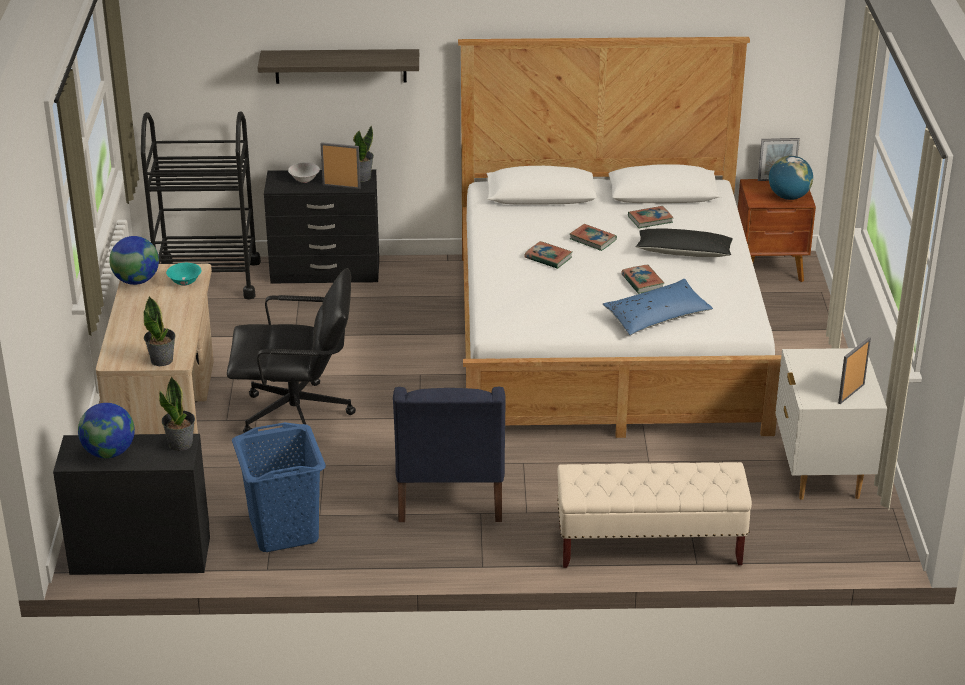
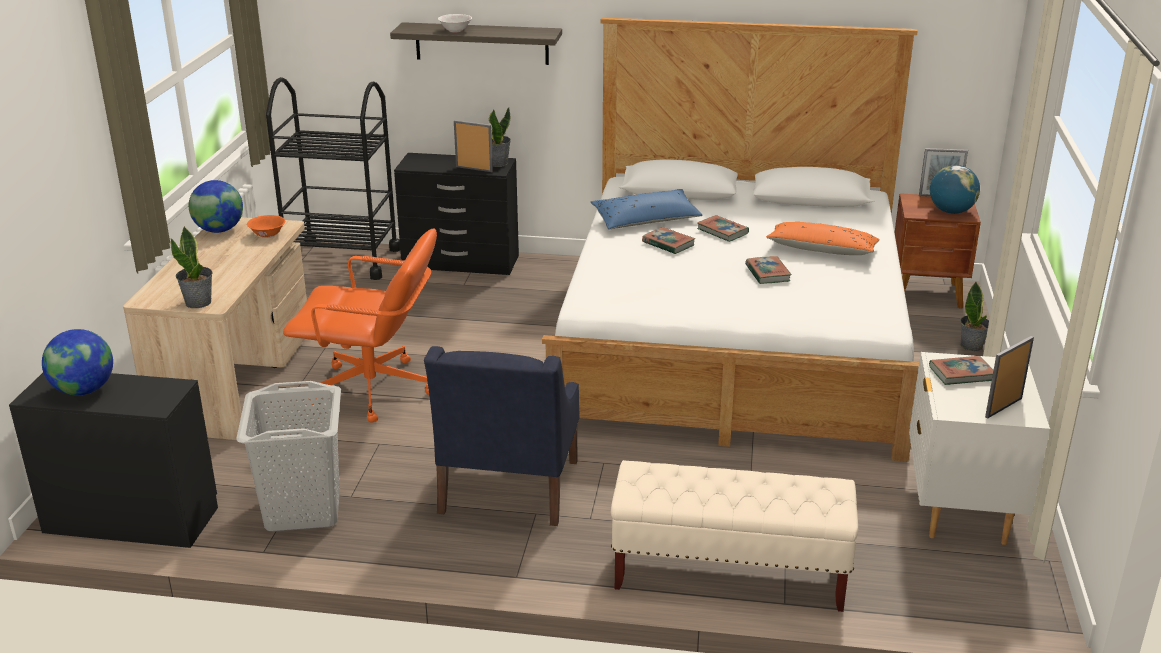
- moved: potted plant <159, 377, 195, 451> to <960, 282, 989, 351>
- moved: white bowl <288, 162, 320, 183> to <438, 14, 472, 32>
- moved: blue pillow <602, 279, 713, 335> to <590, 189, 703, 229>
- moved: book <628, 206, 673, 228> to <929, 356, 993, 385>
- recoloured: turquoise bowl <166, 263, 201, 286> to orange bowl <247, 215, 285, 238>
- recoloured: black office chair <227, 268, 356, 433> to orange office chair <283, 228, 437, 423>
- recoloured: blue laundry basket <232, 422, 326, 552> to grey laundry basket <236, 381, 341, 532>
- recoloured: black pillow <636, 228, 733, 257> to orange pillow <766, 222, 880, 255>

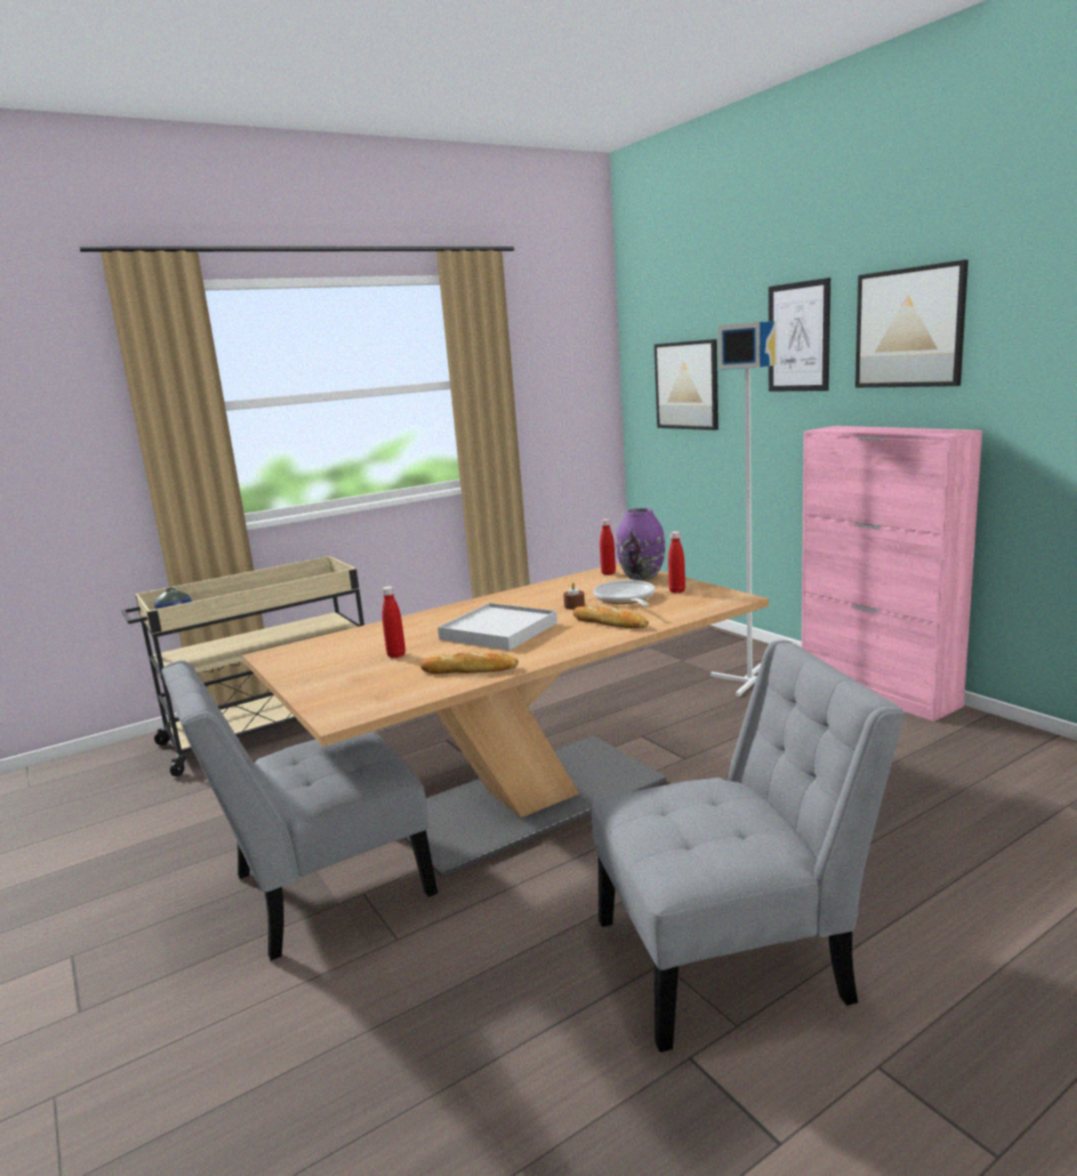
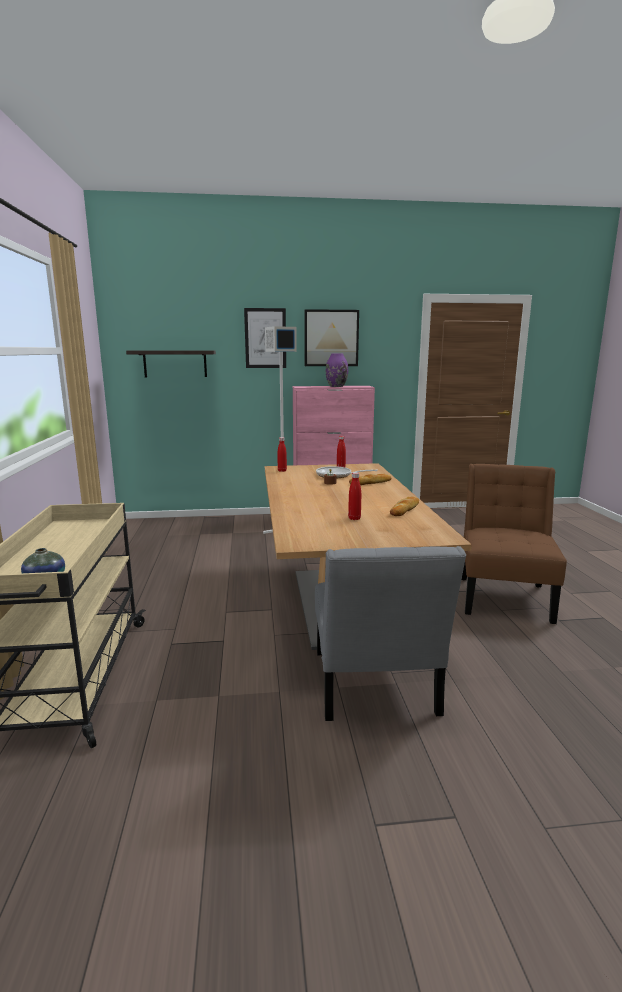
- removed: white tray <438, 603, 557, 651>
- moved: purple vase <616, 508, 665, 581> to <326, 354, 348, 387>
- replaced: picture <654, 339, 718, 430> to shelf <126, 351, 216, 377>
- recoloured: grey chair <592, 640, 905, 1052> to brown chair <462, 464, 567, 624>

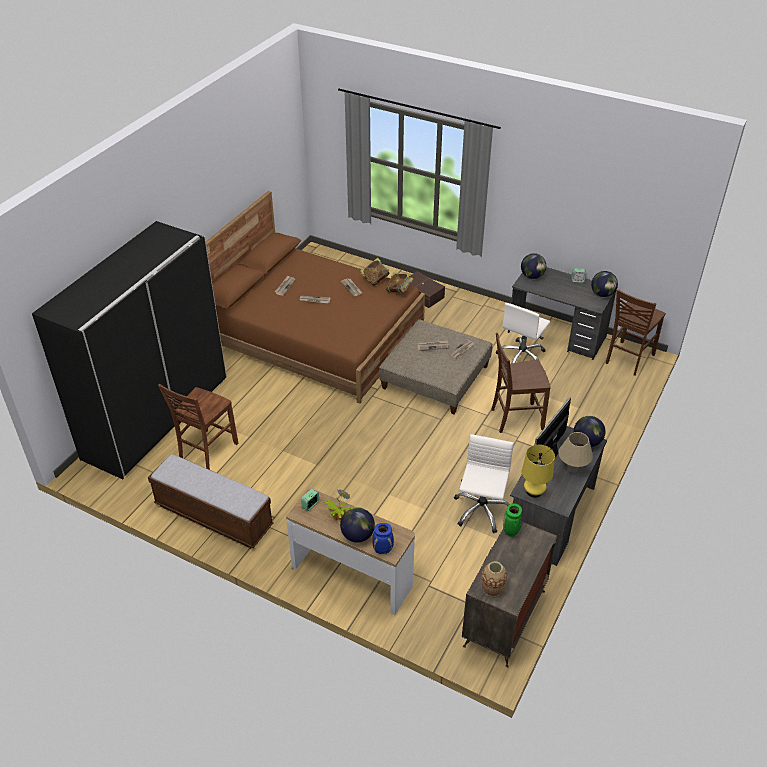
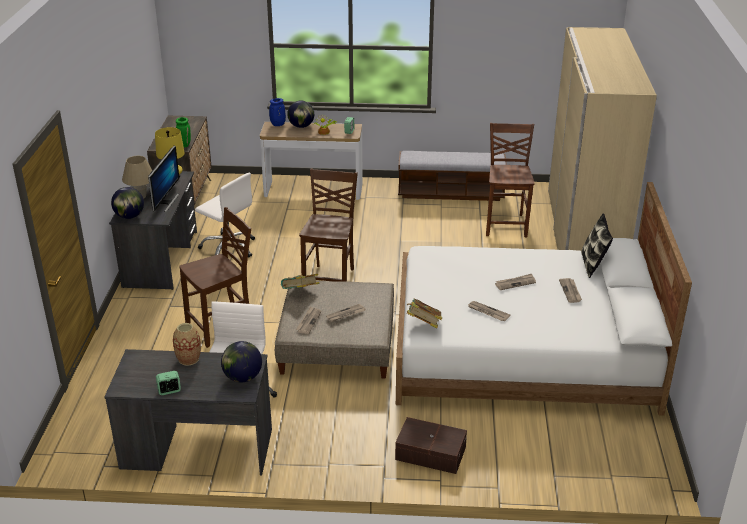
- removed: globe <591, 271, 618, 297>
- added: pillow <581, 214, 613, 278>
- moved: book <360, 258, 390, 286> to <281, 274, 320, 289>
- moved: vase <482, 561, 507, 597> to <173, 323, 201, 366>
- moved: brown chair <606, 289, 666, 376> to <299, 169, 358, 282>
- recoloured: black wardrobe <32, 221, 227, 479> to beige wardrobe <548, 27, 657, 251>
- recoloured: brown bed <206, 191, 425, 404> to white bed <396, 182, 692, 416>
- turned: white office chair <454, 434, 514, 533> = <195, 173, 255, 257> 45 degrees counterclockwise

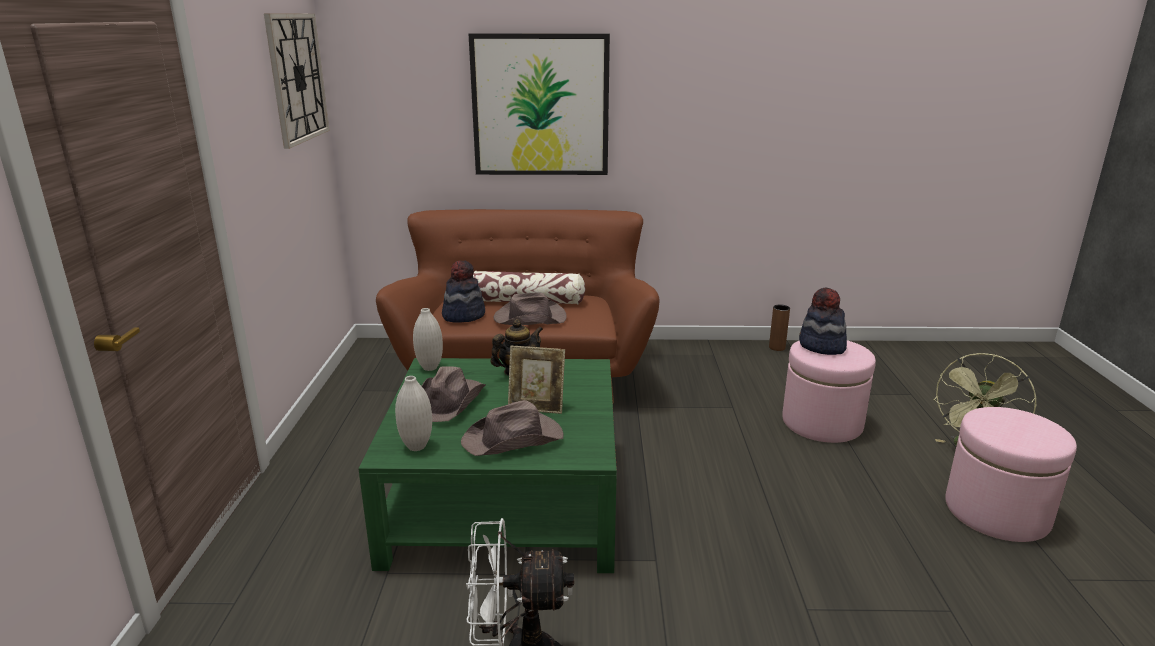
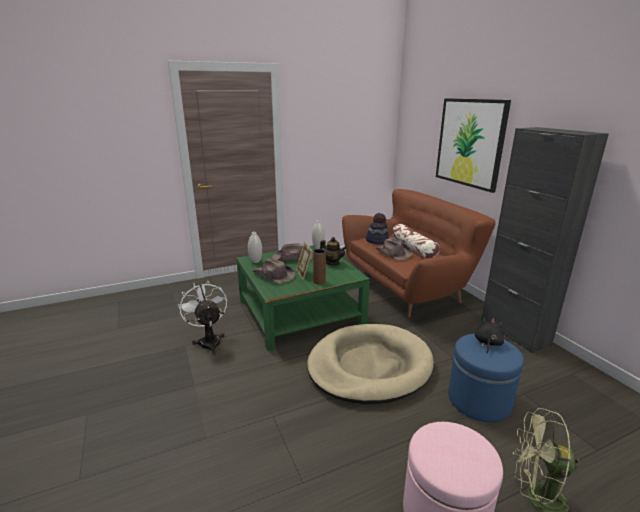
- removed: wall clock <264, 14, 330, 149>
- added: beige dog bed <307, 324, 434, 404>
- added: black cabinet <481, 127, 609, 353>
- moved: brown vase <769, 304, 790, 351> to <313, 249, 326, 285>
- replaced: hat <799, 288, 847, 355> to black plush toy <475, 317, 505, 353>
- recoloured: pink ottoman <782, 340, 876, 443> to blue ottoman <448, 334, 524, 422>

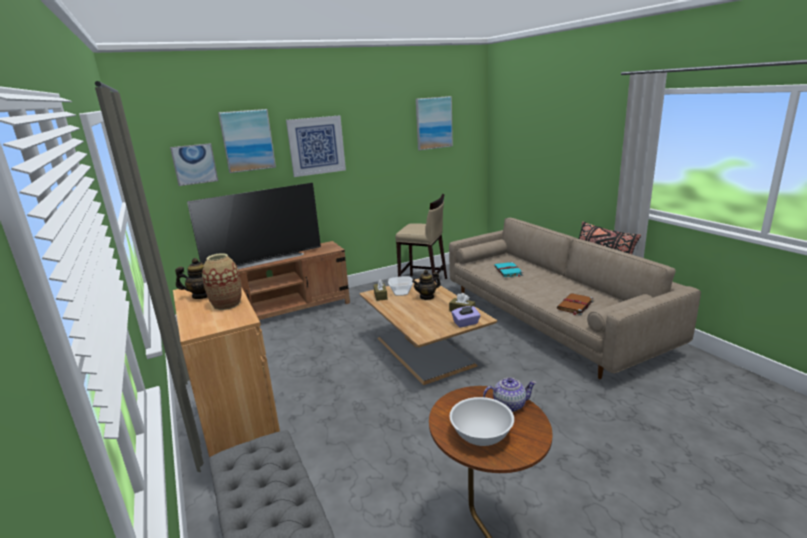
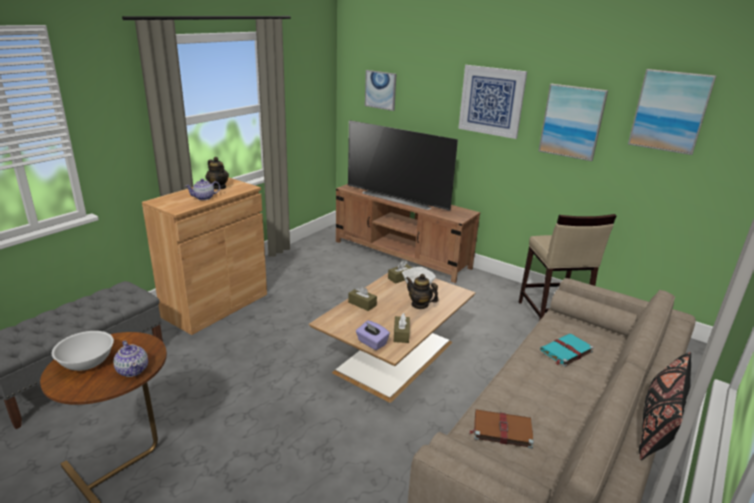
- added: brown tissue box <348, 285, 377, 311>
- moved: picture <218, 109, 276, 173> to <539, 84, 608, 161>
- replaced: vase <202, 253, 242, 310> to teapot <185, 179, 220, 200>

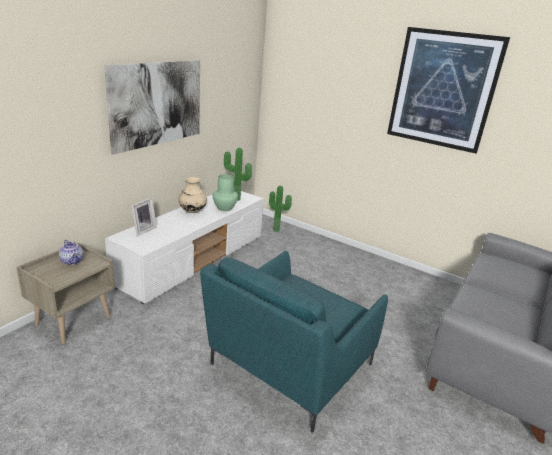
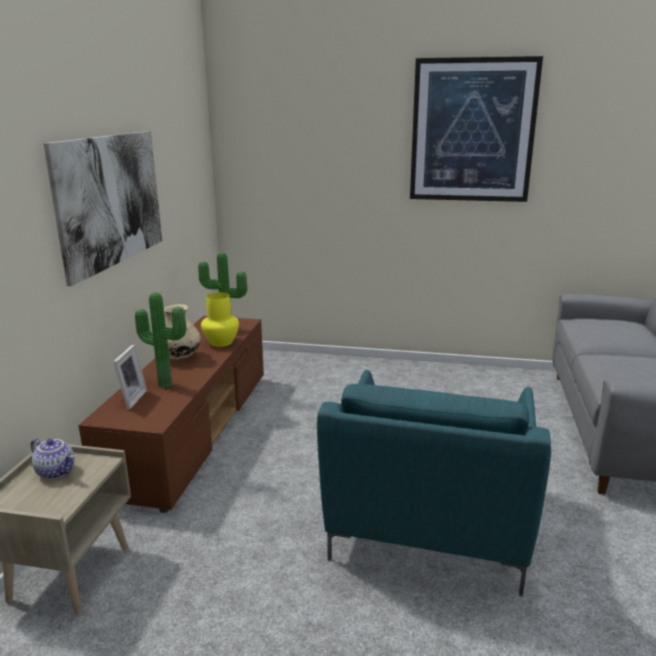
- moved: potted plant <269, 186, 292, 232> to <135, 292, 186, 388>
- recoloured: white tv stand <105, 189, 264, 304> to brown tv stand <78, 316, 264, 513>
- recoloured: green vase <213, 174, 238, 211> to yellow vase <201, 292, 239, 347>

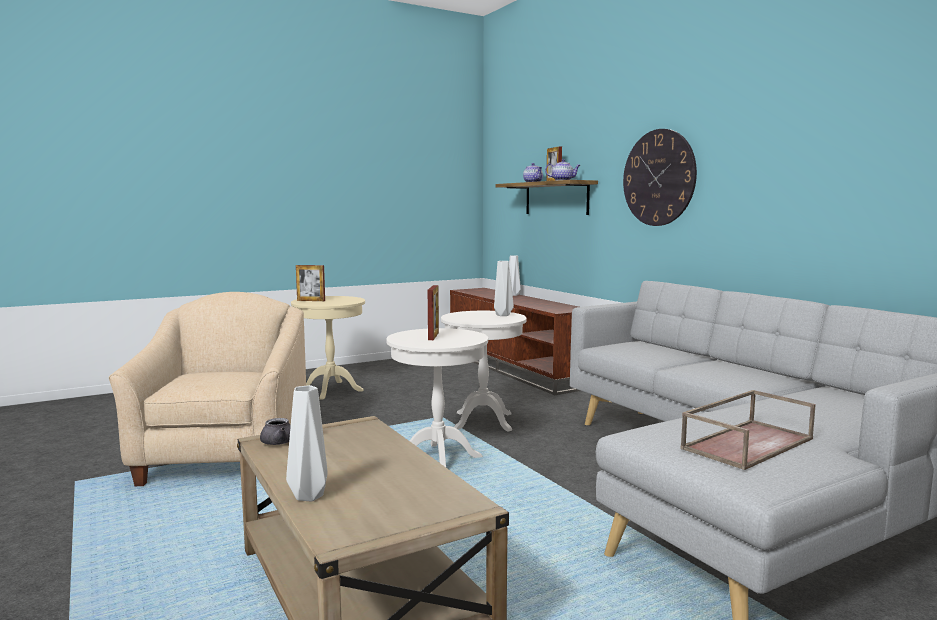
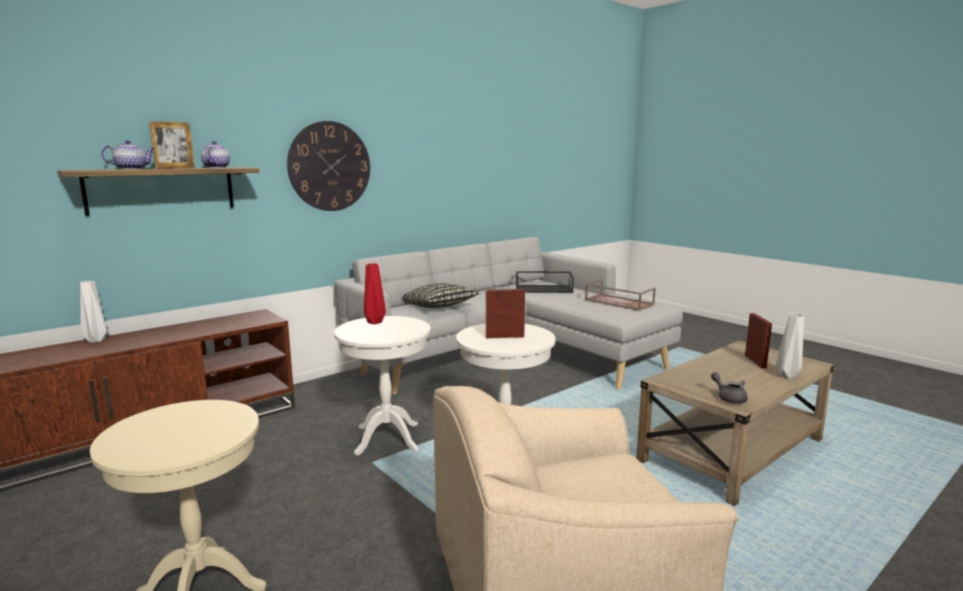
- added: pillow <401, 283, 480, 308>
- added: black tray <516, 271, 574, 293>
- moved: picture frame <296, 265, 325, 301> to <745, 313, 772, 368>
- recoloured: grey vase <494, 261, 514, 316> to red vase <364, 264, 386, 324>

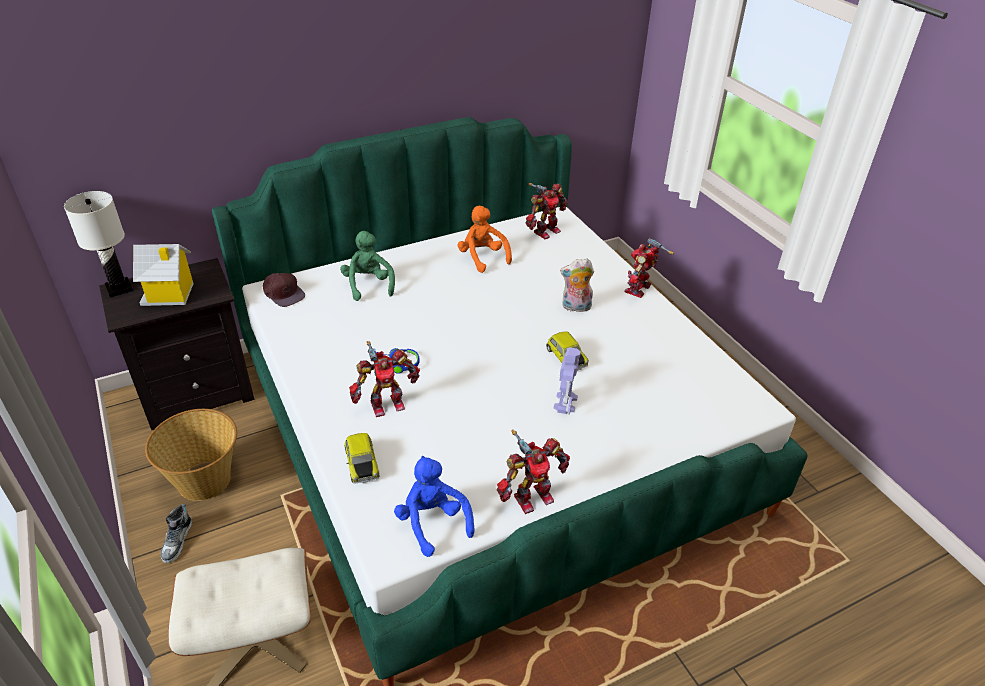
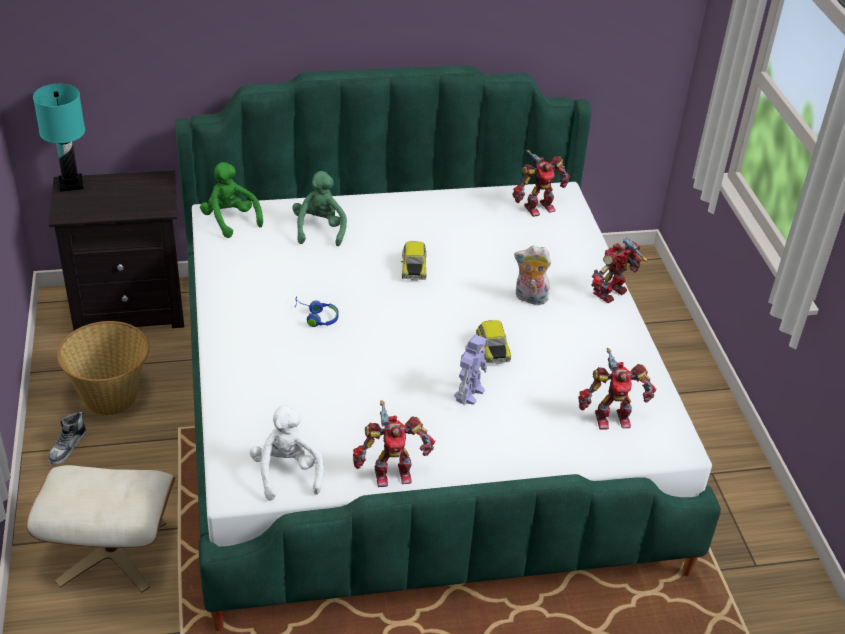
- removed: toy house <133, 244, 194, 306>
- removed: orange plush toy <457, 206, 512, 273>
- moved: toy car <344, 433, 380, 484> to <401, 241, 427, 281>
- moved: toy robot <349, 341, 420, 417> to <578, 348, 656, 429>
- replaced: brown cap <263, 273, 305, 307> to green plush toy <200, 162, 263, 238>
- recoloured: white table lamp <64, 191, 133, 297> to turquoise table lamp <33, 84, 85, 192>
- recoloured: blue plush toy <394, 456, 475, 557> to white plush toy <250, 404, 324, 501>

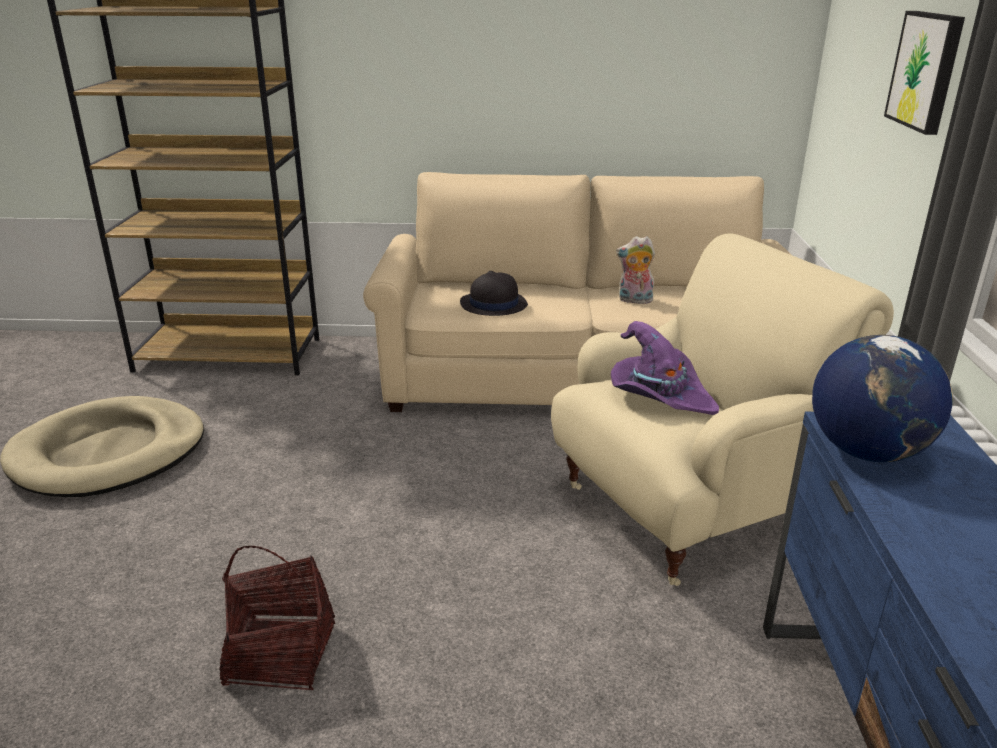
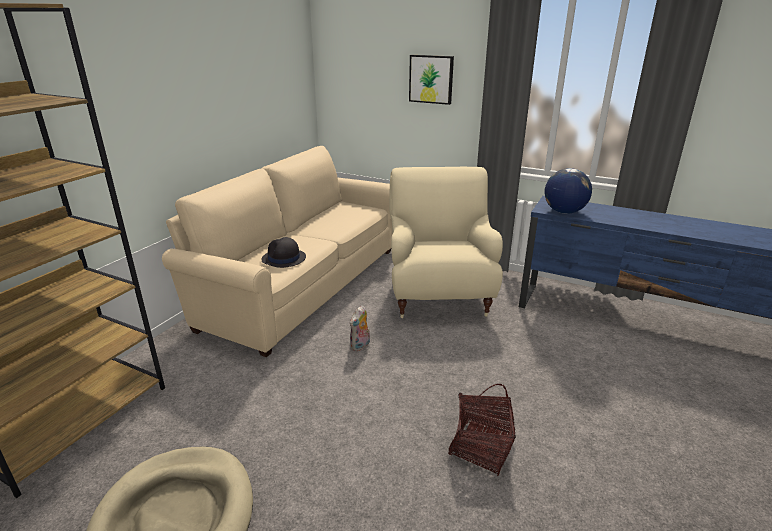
- removed: purple hat <611, 321, 719, 415>
- moved: plush toy <616, 236, 655, 304> to <350, 305, 370, 351>

